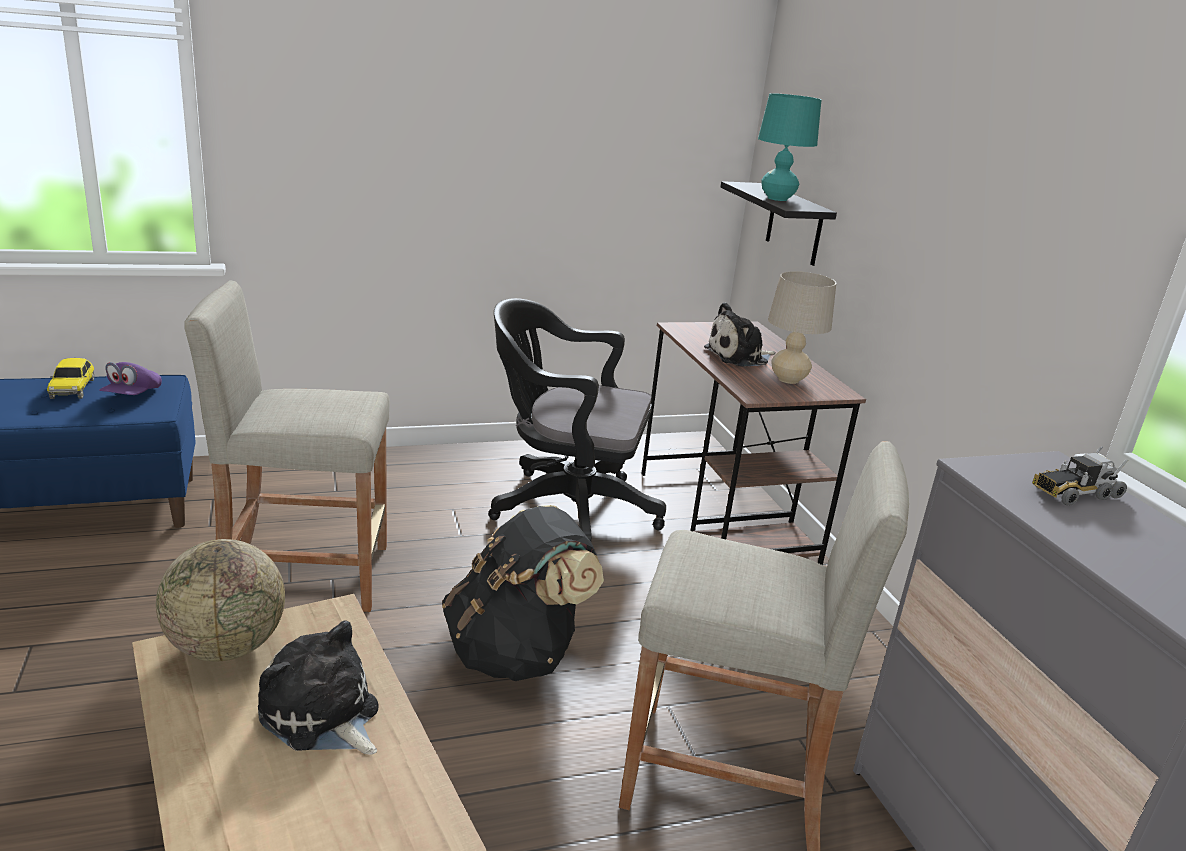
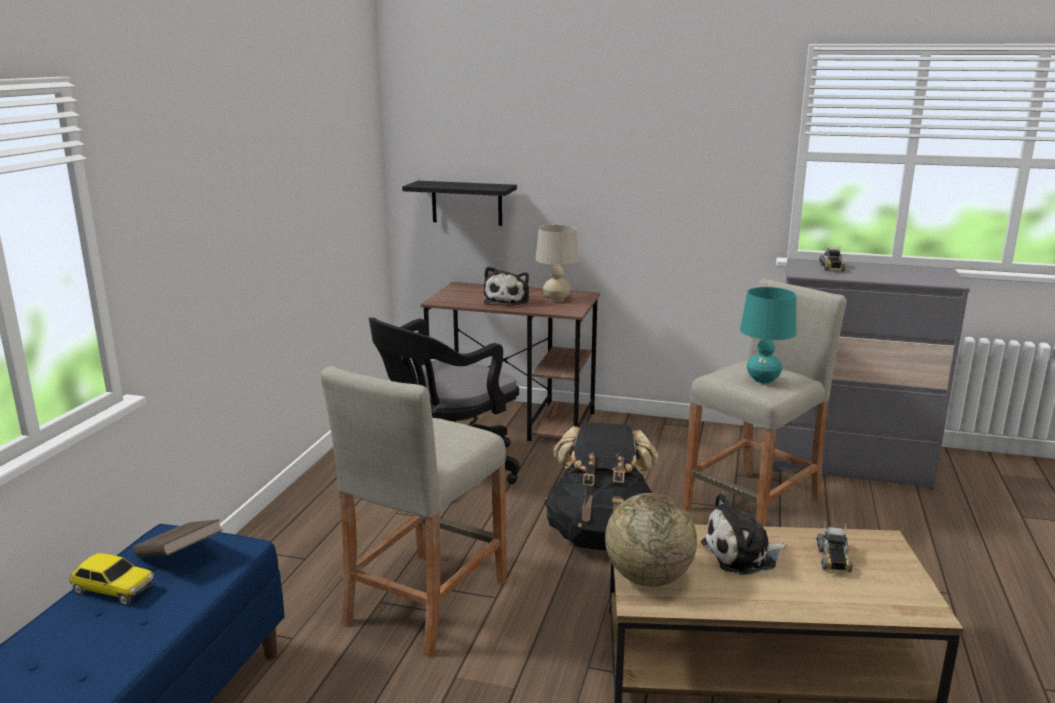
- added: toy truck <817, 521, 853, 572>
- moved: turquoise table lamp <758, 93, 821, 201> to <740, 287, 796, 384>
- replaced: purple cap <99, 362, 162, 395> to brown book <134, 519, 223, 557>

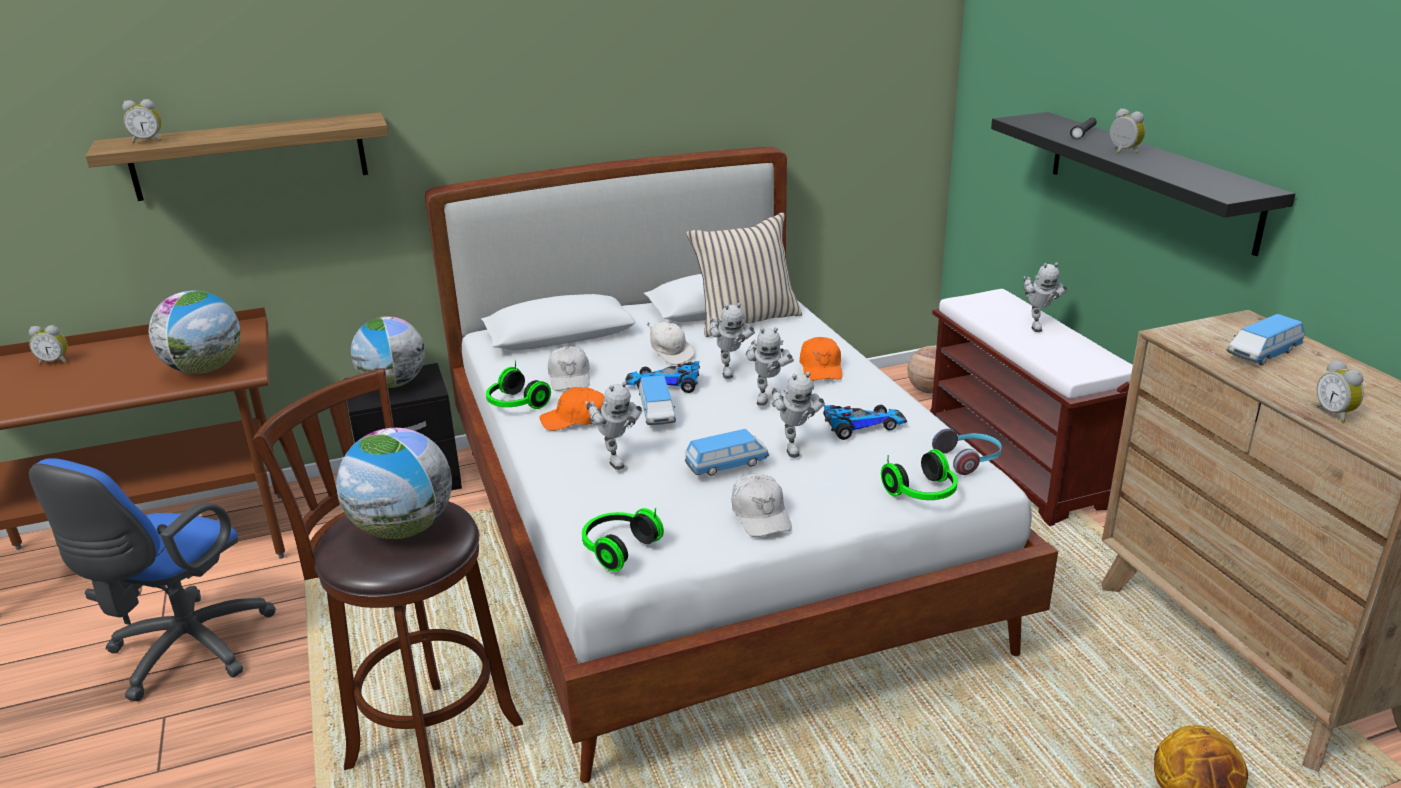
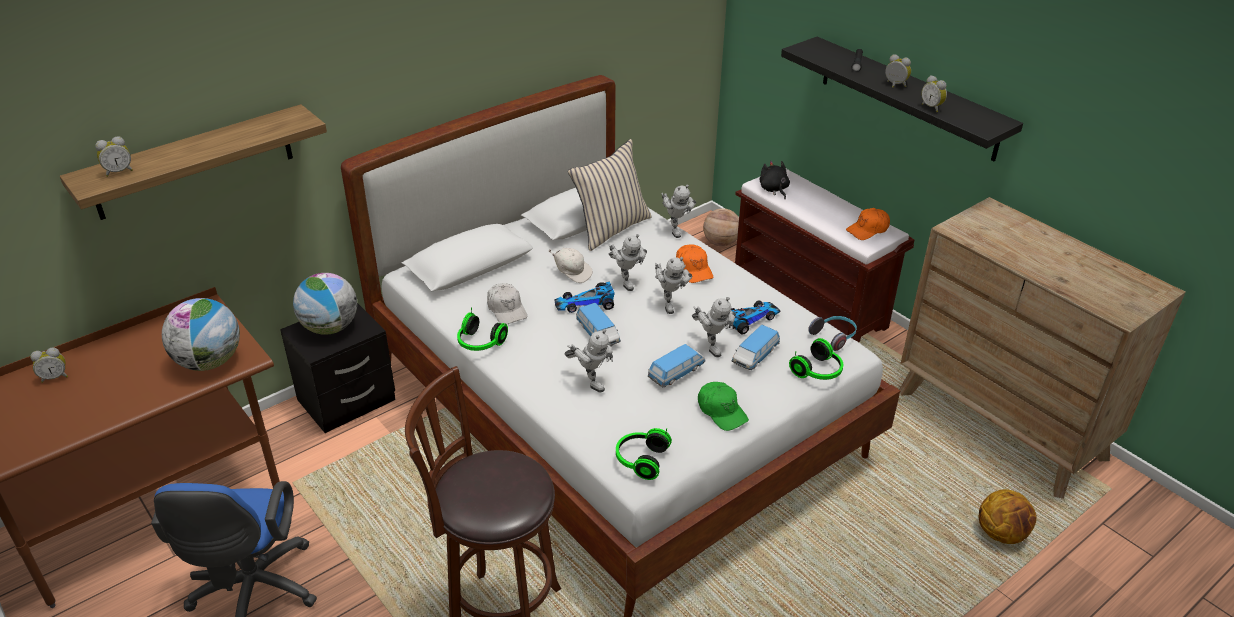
- removed: globe <336, 428, 452, 539>
- added: black plush toy <759, 161, 790, 199>
- moved: orange cap <540, 387, 604, 431> to <846, 208, 890, 240>
- moved: toy robot <1023, 262, 1067, 332> to <661, 185, 696, 238>
- moved: toy car <1226, 314, 1304, 365> to <732, 325, 780, 370>
- moved: alarm clock <1317, 360, 1364, 423> to <921, 75, 947, 112>
- recoloured: white cap <732, 474, 792, 537> to green cap <698, 382, 749, 431>

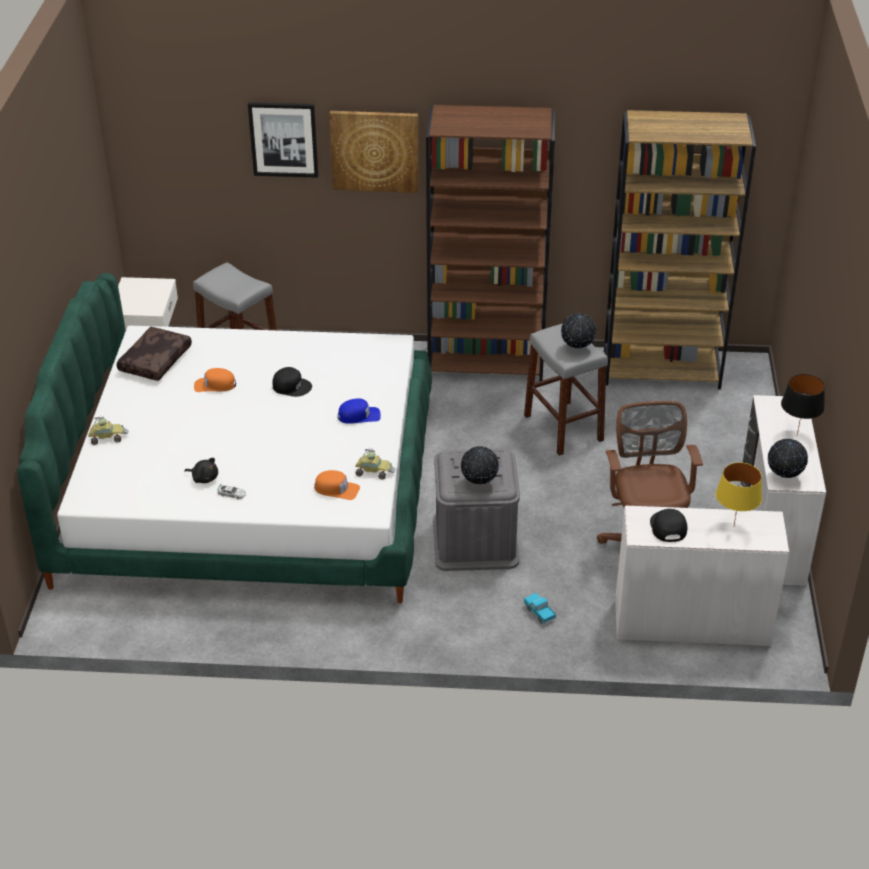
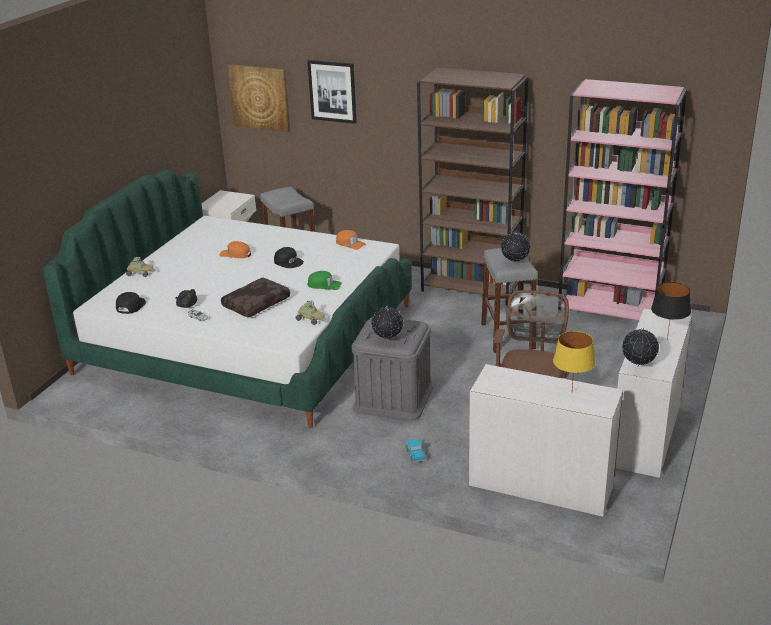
- moved: brown pillow <117, 327, 192, 381> to <221, 278, 290, 318>
- moved: orange cap <314, 470, 360, 500> to <336, 230, 366, 250>
- moved: picture <329, 111, 419, 193> to <227, 64, 290, 132>
- moved: black cap <650, 509, 687, 542> to <116, 292, 146, 314>
- recoloured: blue cap <338, 398, 381, 424> to green cap <308, 271, 342, 290>
- recoloured: brown bookcase <604, 110, 756, 389> to pink bookcase <558, 79, 687, 320>

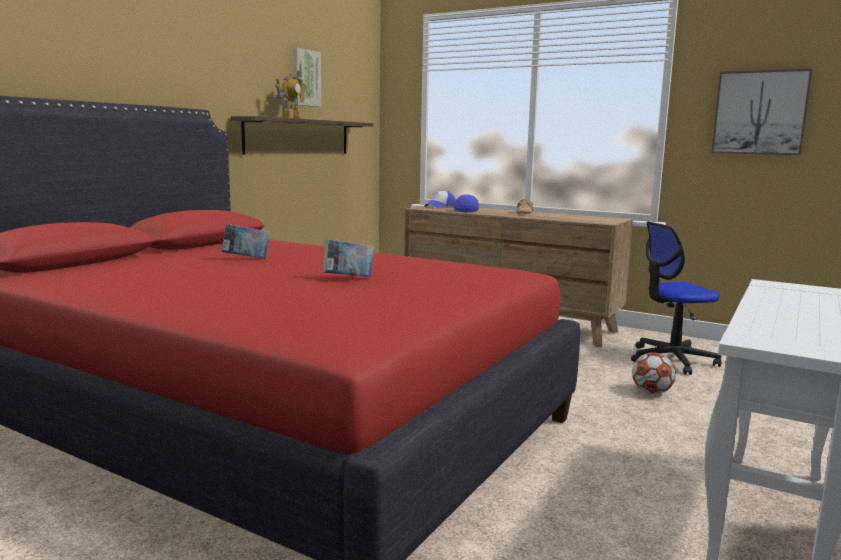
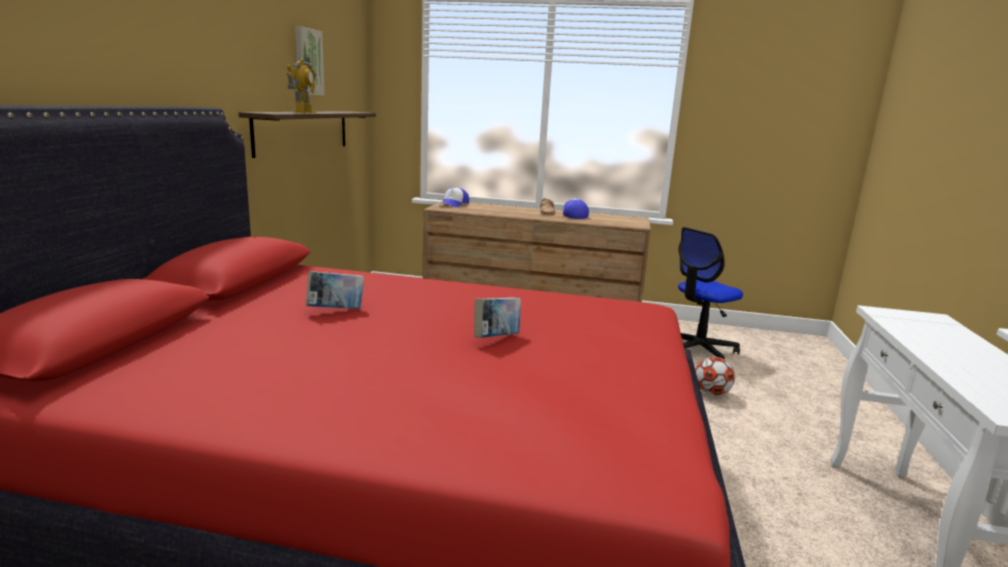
- removed: picture <711, 69, 813, 155>
- moved: cap <454, 194, 479, 212> to <563, 198, 589, 219>

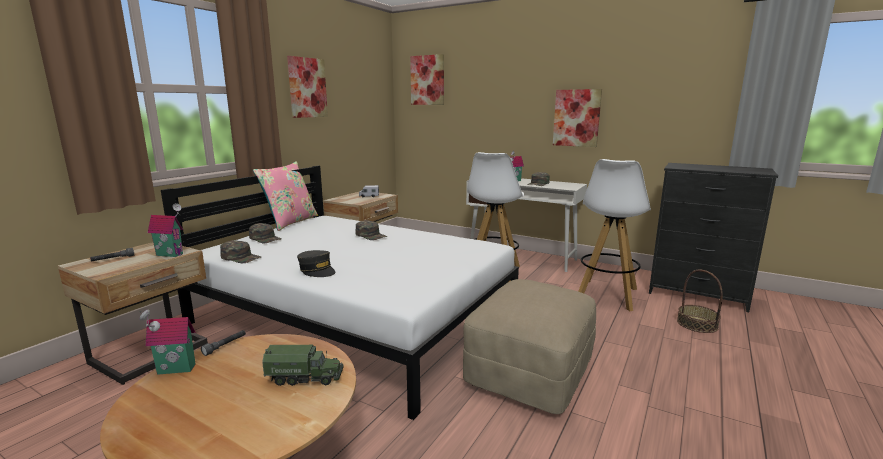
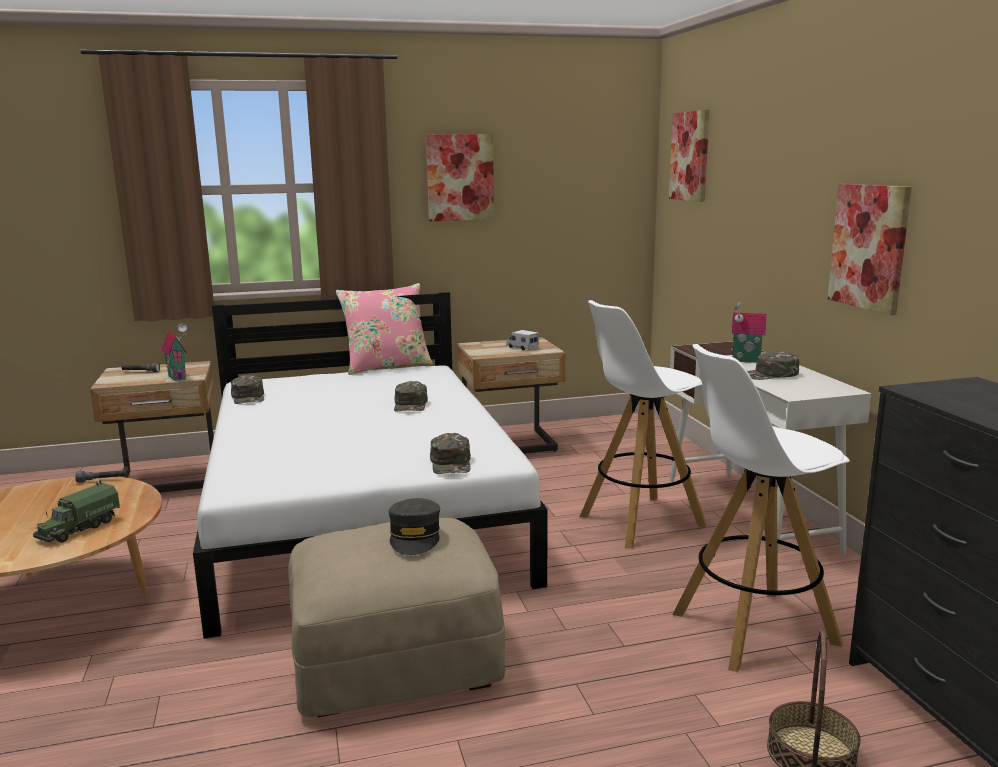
- removed: toy house <139, 310, 196, 375>
- moved: green cap <249, 223, 281, 243> to <430, 433, 471, 474>
- moved: grey cap <297, 250, 335, 277> to <388, 498, 440, 555>
- turned: toy truck <262, 345, 343, 386> = <33, 479, 120, 543> 75 degrees clockwise

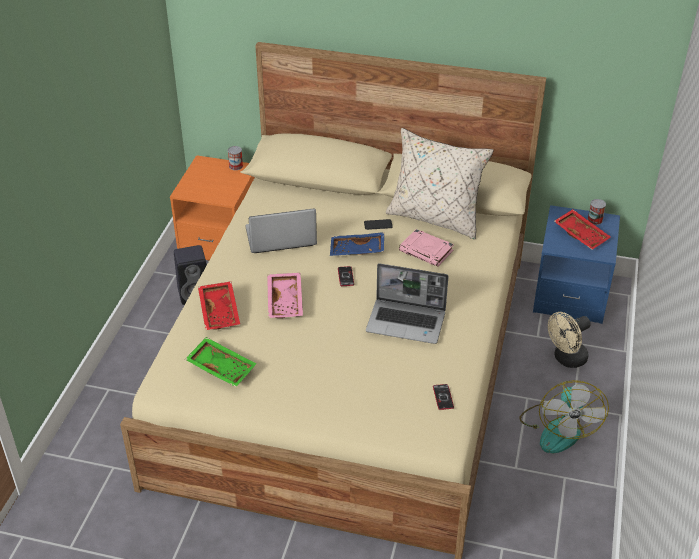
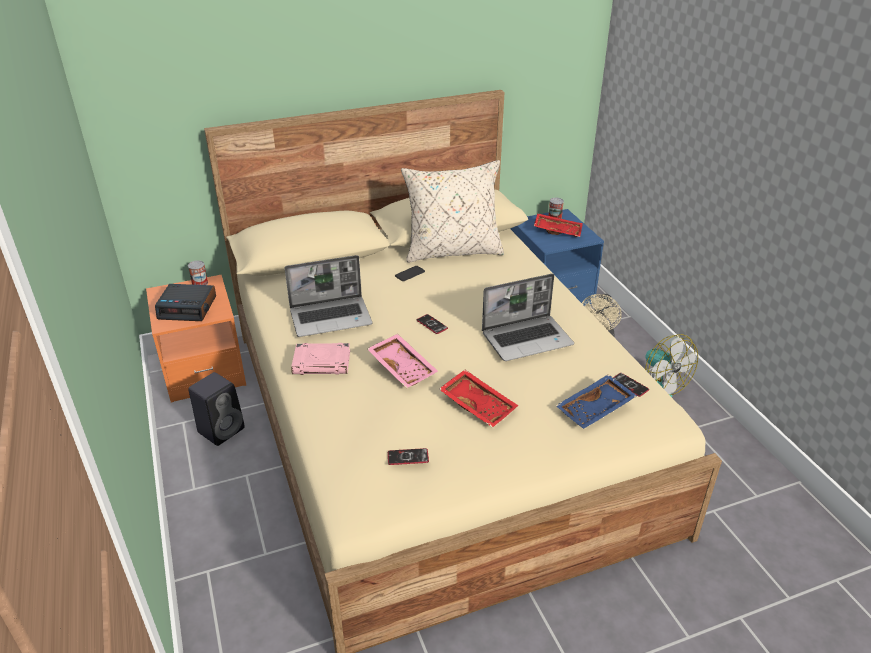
- added: alarm clock <155, 284, 216, 321>
- moved: red tray <198, 281, 240, 330> to <439, 370, 518, 428>
- moved: blue tray <330, 232, 384, 256> to <556, 374, 637, 429>
- moved: pink book <399, 229, 454, 267> to <291, 343, 350, 375>
- replaced: green tray <185, 337, 256, 387> to phone <388, 448, 429, 465>
- turned: laptop <245, 209, 317, 253> = <285, 255, 372, 337> 150 degrees counterclockwise

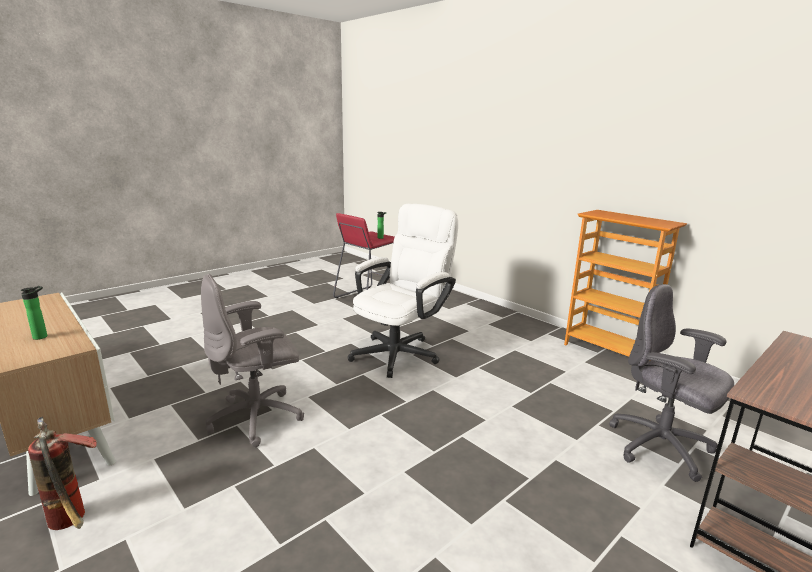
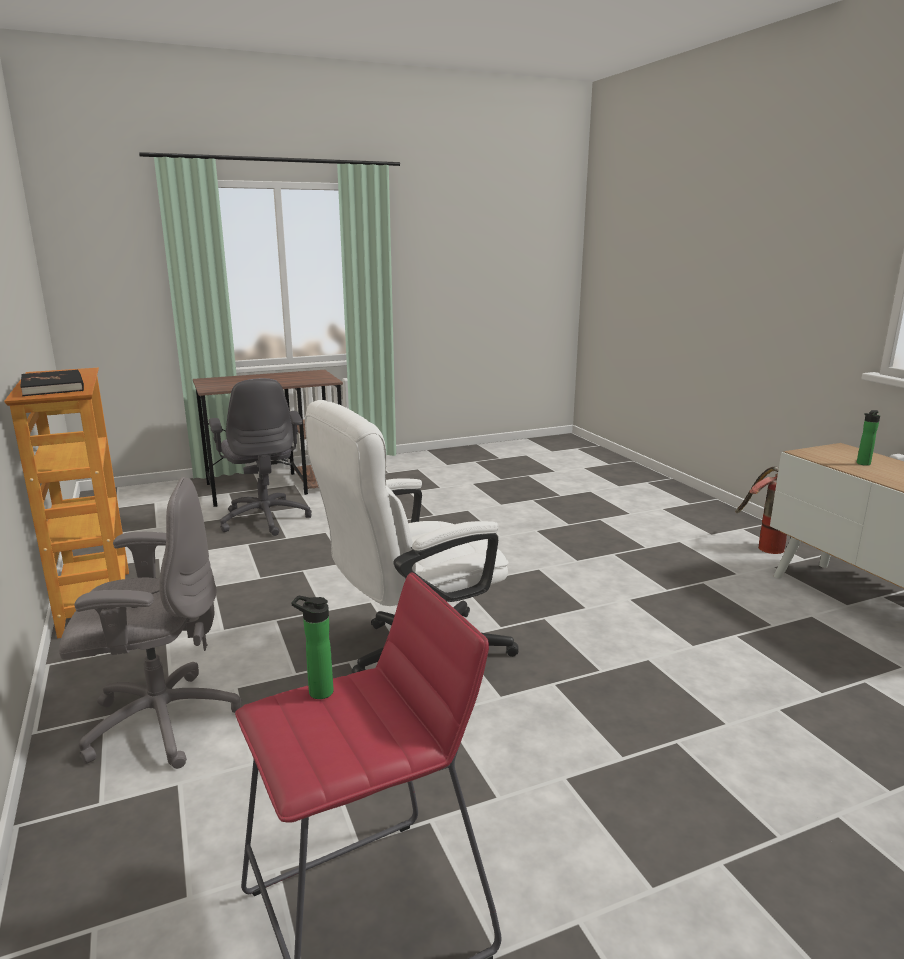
- added: black book <20, 369, 84, 396>
- moved: grey office chair <201, 274, 304, 447> to <59, 477, 242, 769>

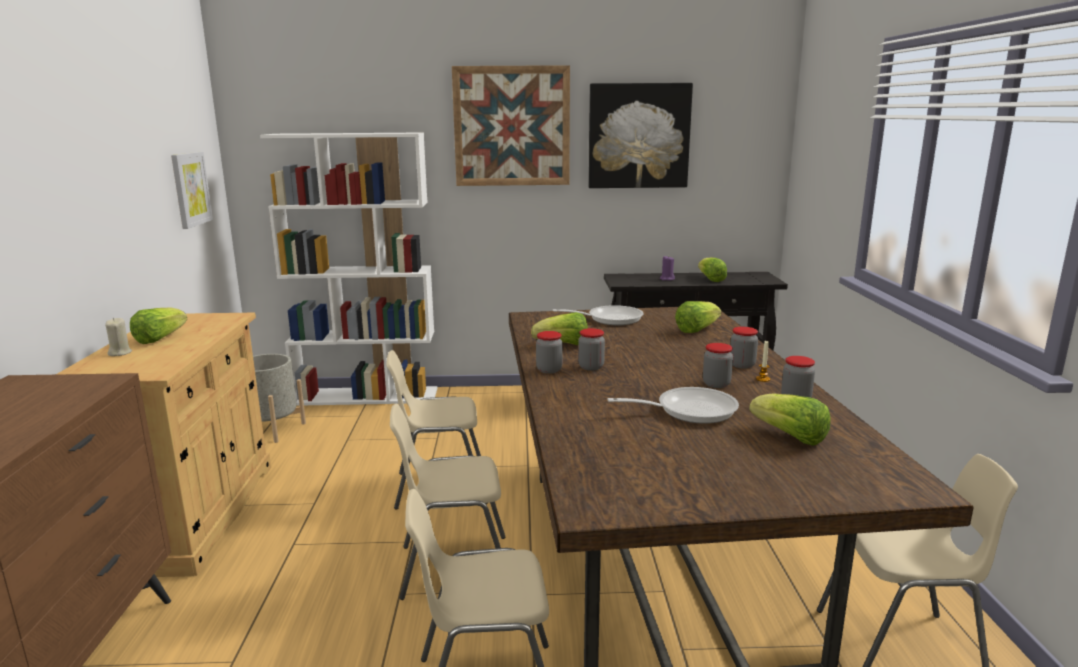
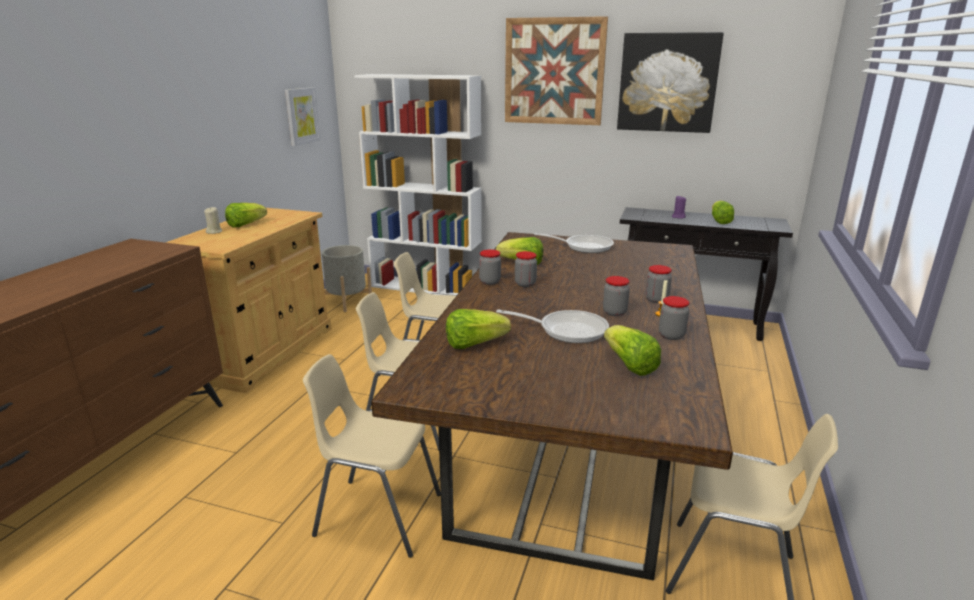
- moved: lettuce <675, 301, 721, 333> to <446, 309, 511, 349>

